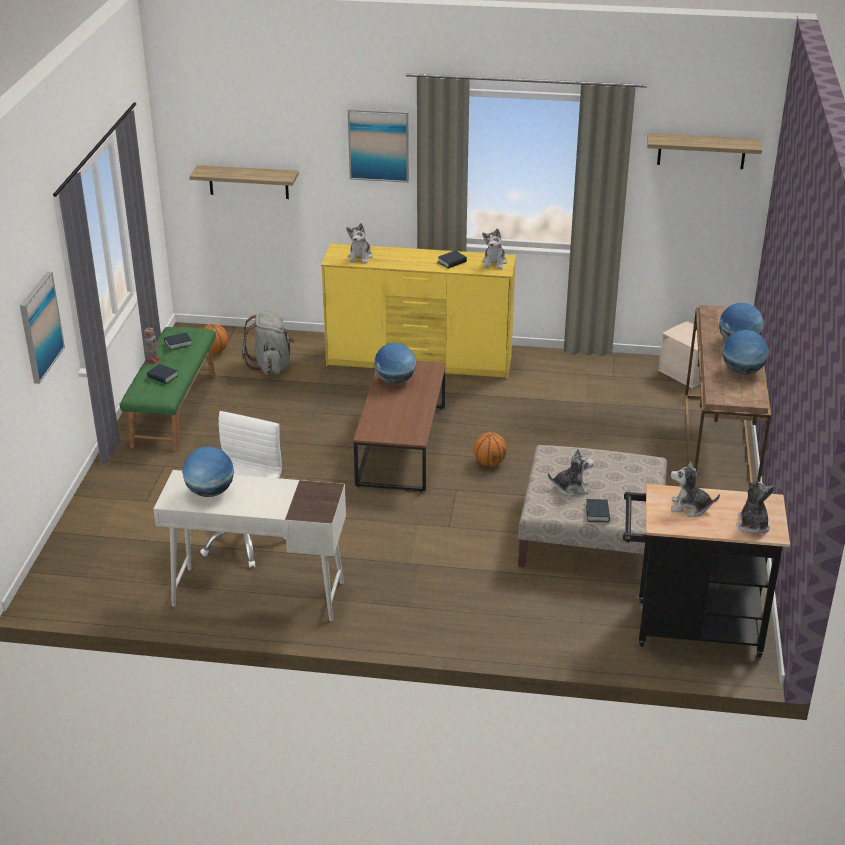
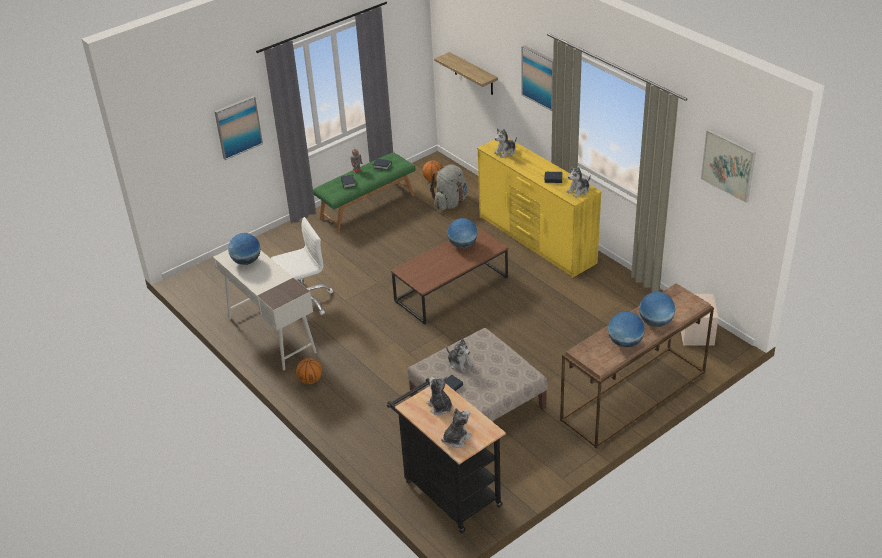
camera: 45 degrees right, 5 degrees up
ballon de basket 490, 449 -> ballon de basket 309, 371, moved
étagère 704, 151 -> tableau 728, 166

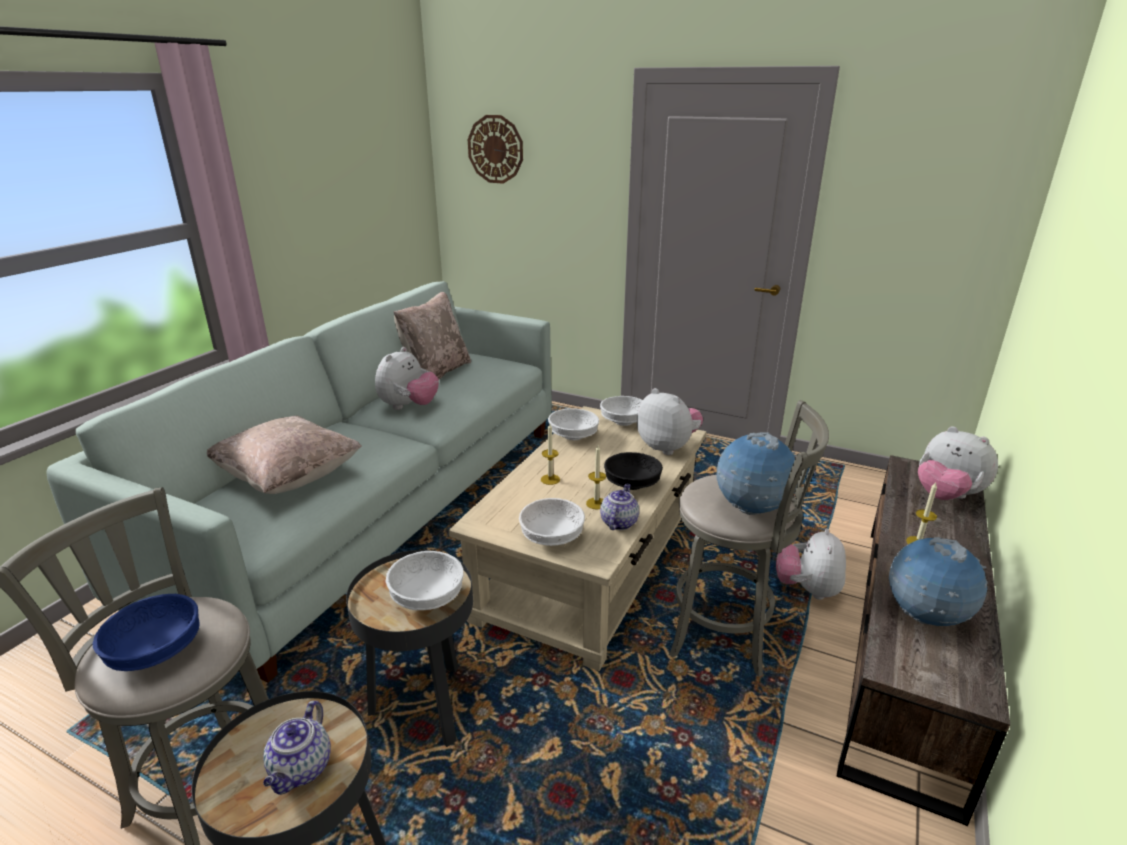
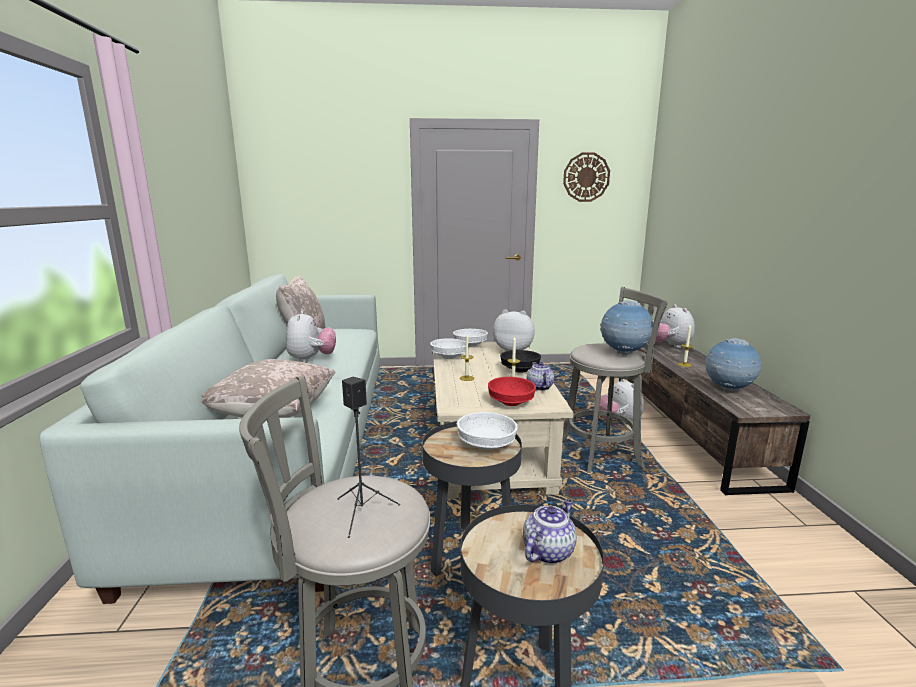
camera: 30 degrees left, 10 degrees down
bol [bleu] 146, 632 -> enceinte [noir] 368, 457
bol [blanc] 552, 522 -> bol [rouge] 512, 391
théière 297, 748 -> théière 550, 531, 120 degrees counterclockwise
horloge murale 495, 149 -> horloge murale 586, 177, moved
peluche 958, 463 -> peluche 674, 326, 60 degrees clockwise

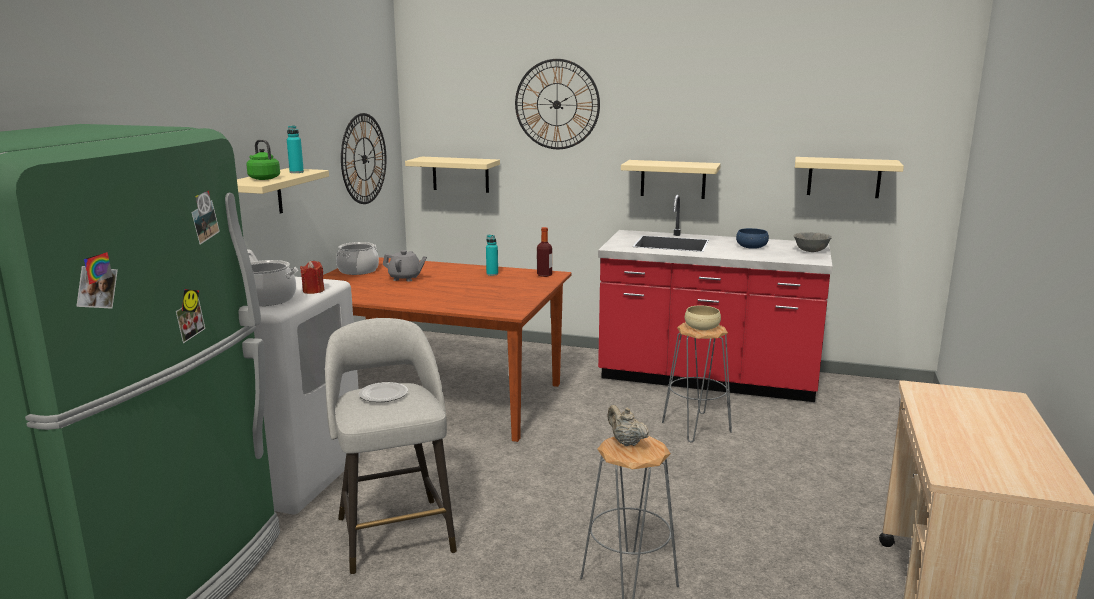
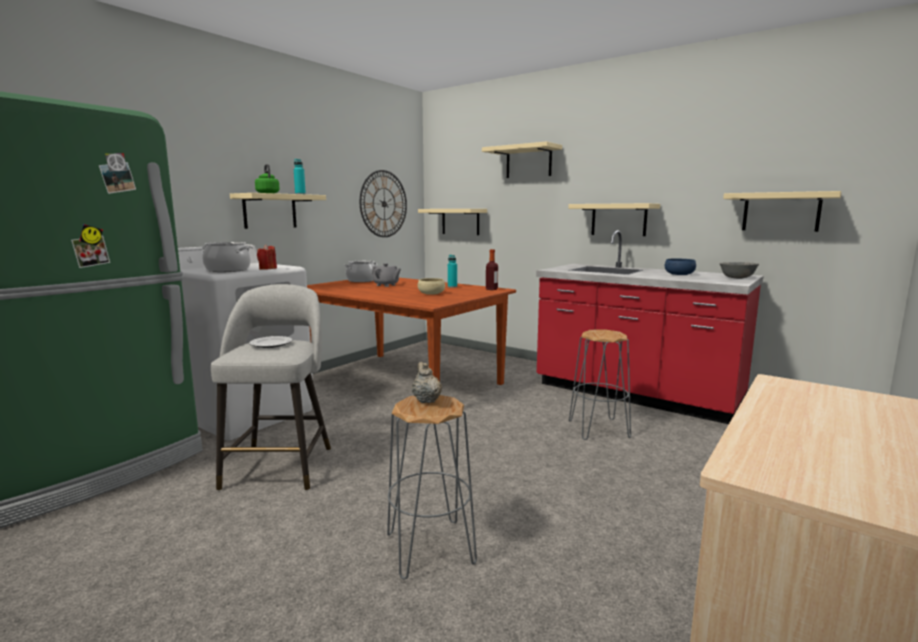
camera: 20 degrees right, 5 degrees down
bol [beige] 703, 318 -> bol [beige] 431, 286, moved
horloge murale 557, 104 -> étagère [beige] 522, 159

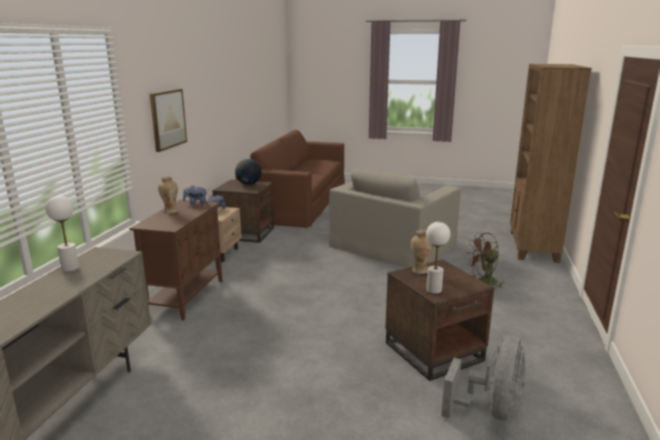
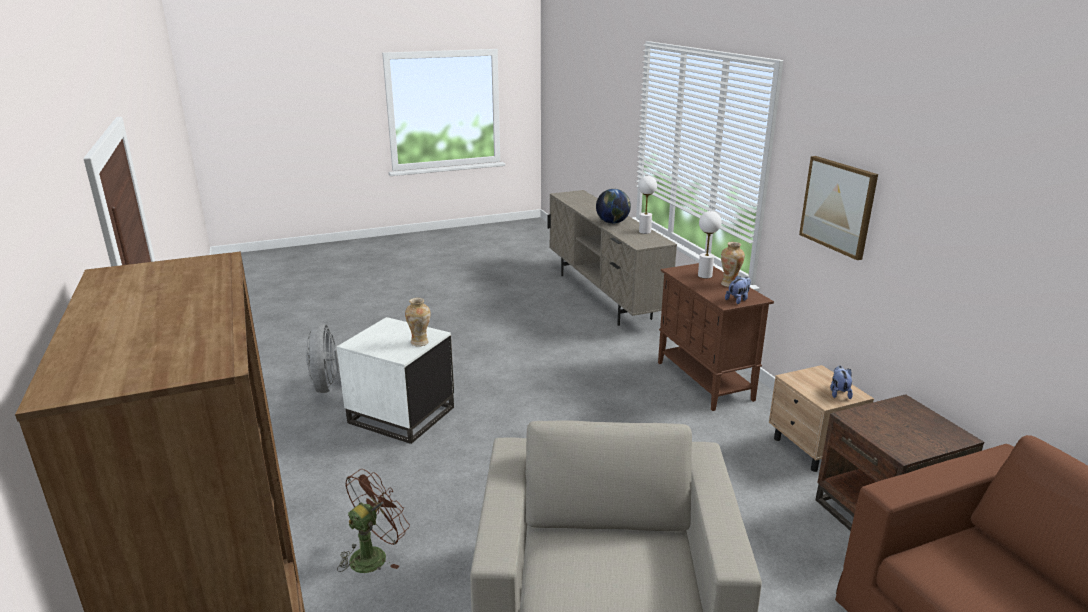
camera: 145 degrees right, 5 degrees up
table d'appoint [marron] 439, 320 -> table d'appoint [blanc] 395, 380
globe 248, 172 -> globe 613, 206, moved
lampe de table [blanc] 438, 258 -> lampe de table [blanc] 709, 244, moved

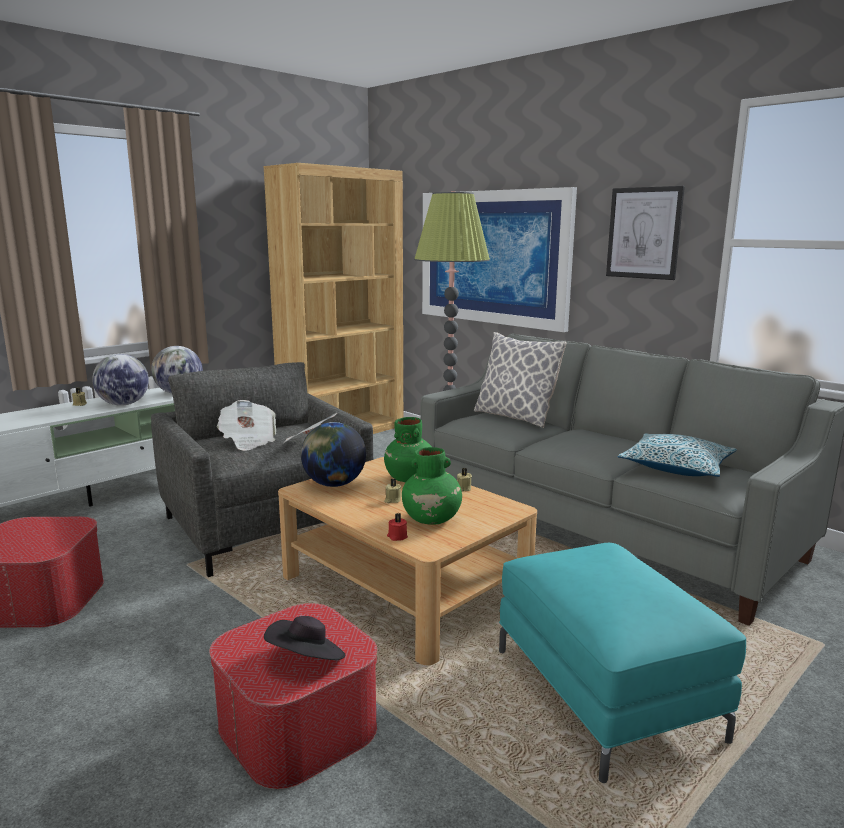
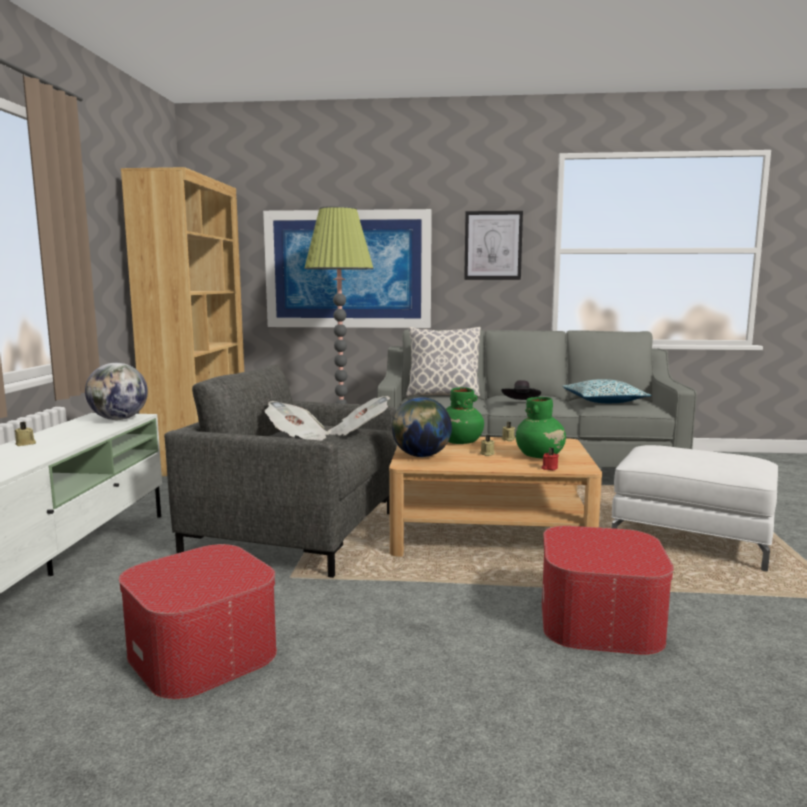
camera: 40 degrees left, 5 degrees down
chapeau [noir] 304, 638 -> chapeau [noir] 521, 390, moved
pouf [turquoise] 622, 663 -> pouf [blanc] 694, 508
globe 120, 380 -> none

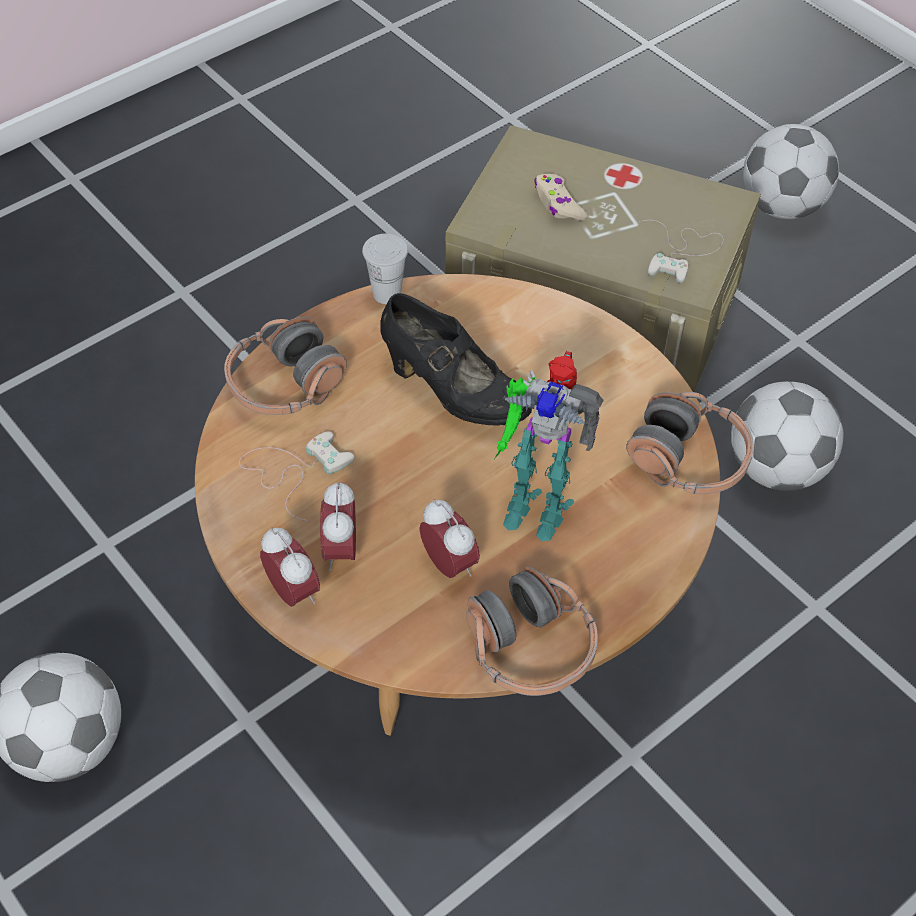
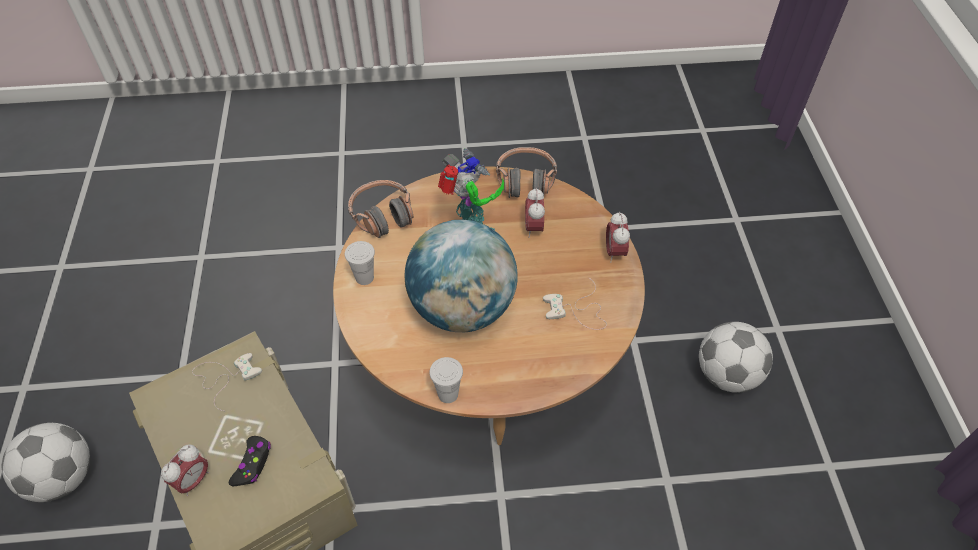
camera: 145 degrees left, 0 degrees up
réveil 338, 526 -> réveil 185, 470, moved
manette [beige] 560, 197 -> manette [noir] 250, 461
none -> tasse [blanc] 360, 263
chaussure [noir] 456, 359 -> globe 461, 276
casque audio 285, 366 -> none
ballon de foot 787, 436 -> none

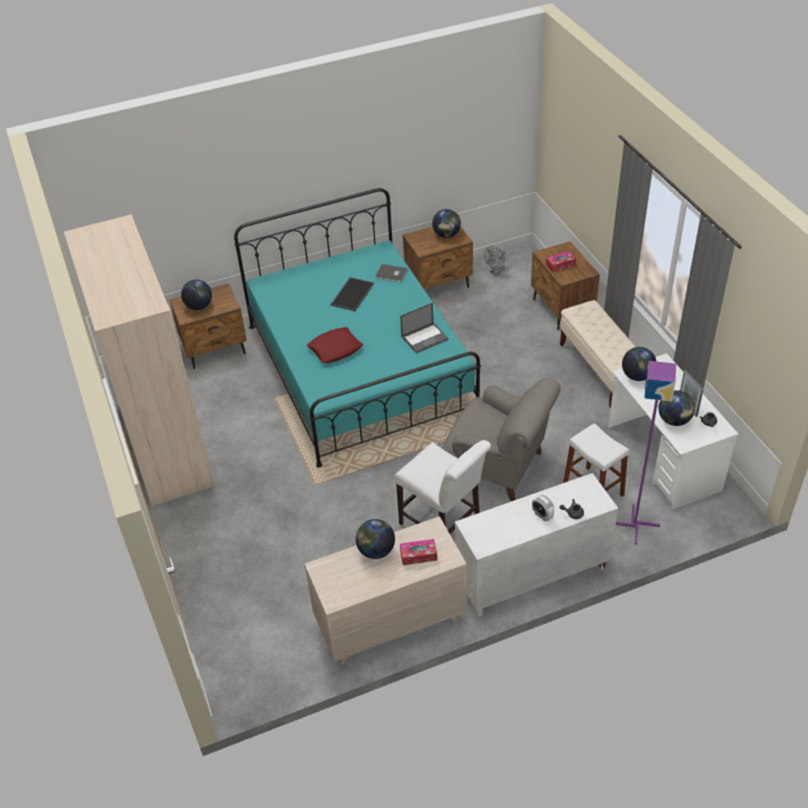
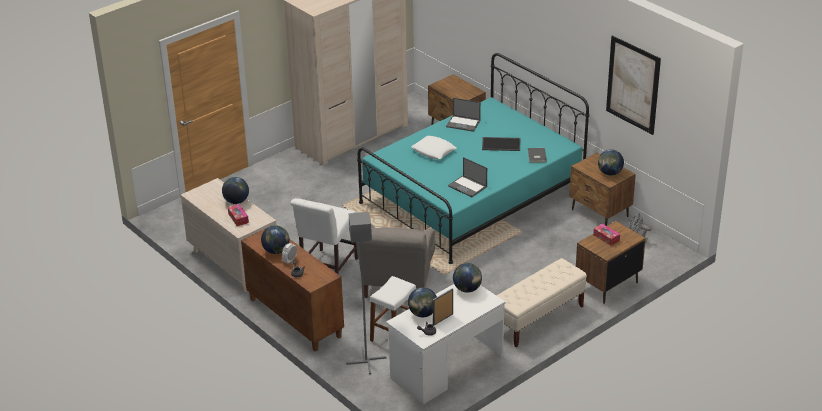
camera: 70 degrees right, 10 degrees down
meuble de rangement [blanc] 536, 545 -> meuble de rangement [marron] 292, 290
globe 196, 294 -> globe 275, 240, moved
lampadaire [violet] 646, 452 -> lampadaire [gris] 366, 293
coussin [rouge] 335, 345 -> coussin [blanc] 433, 147
none -> ordinateur portable 463, 115
none -> tableau 633, 85

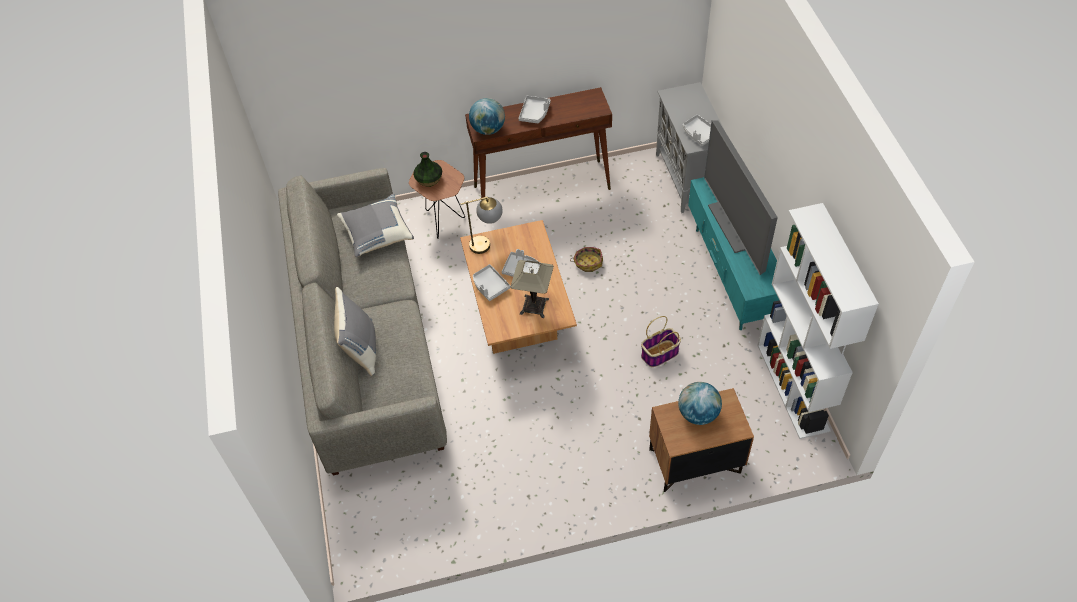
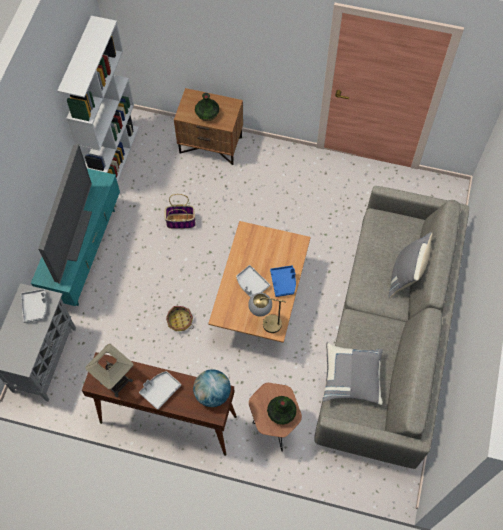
camera: 155 degrees left, 10 degrees up
lampe de table 532, 289 -> lampe de table 109, 371, moved
globe 700, 403 -> vase 207, 107
plateau [gris] 492, 282 -> plateau [bleu] 283, 281

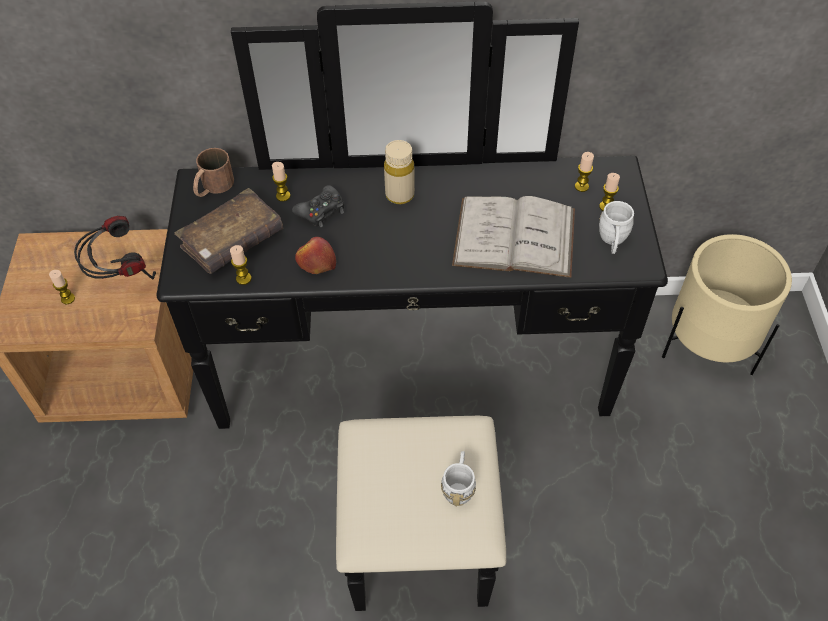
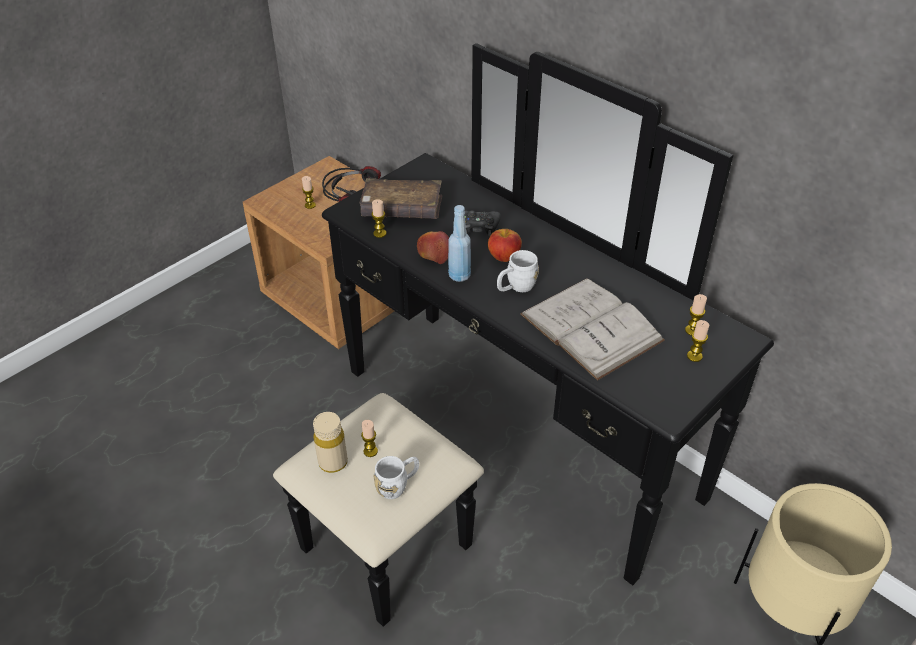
camera: 45 degrees right, 10 degrees down
bouteille [beige] 399, 172 -> bouteille [beige] 330, 442, moved
bougie 281, 181 -> bougie 369, 438, moved
none -> bouteille [bleu] 459, 243
none -> pomme 505, 245
mug [blanc] 616, 227 -> mug [blanc] 518, 271, moved
mug [marron] 213, 172 -> none

